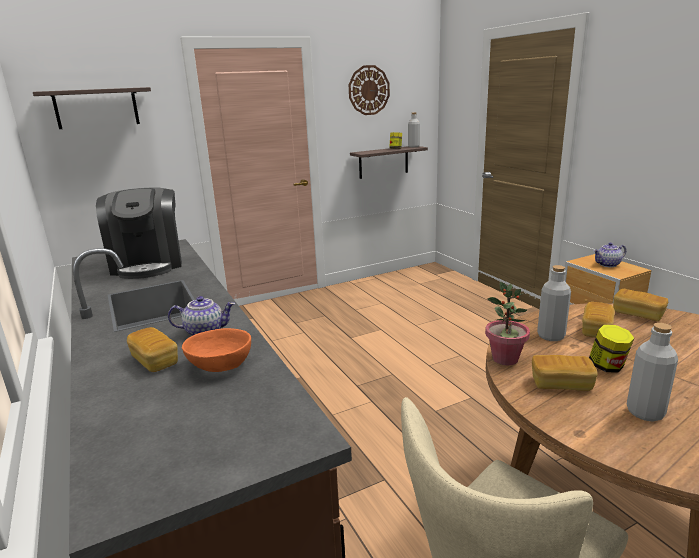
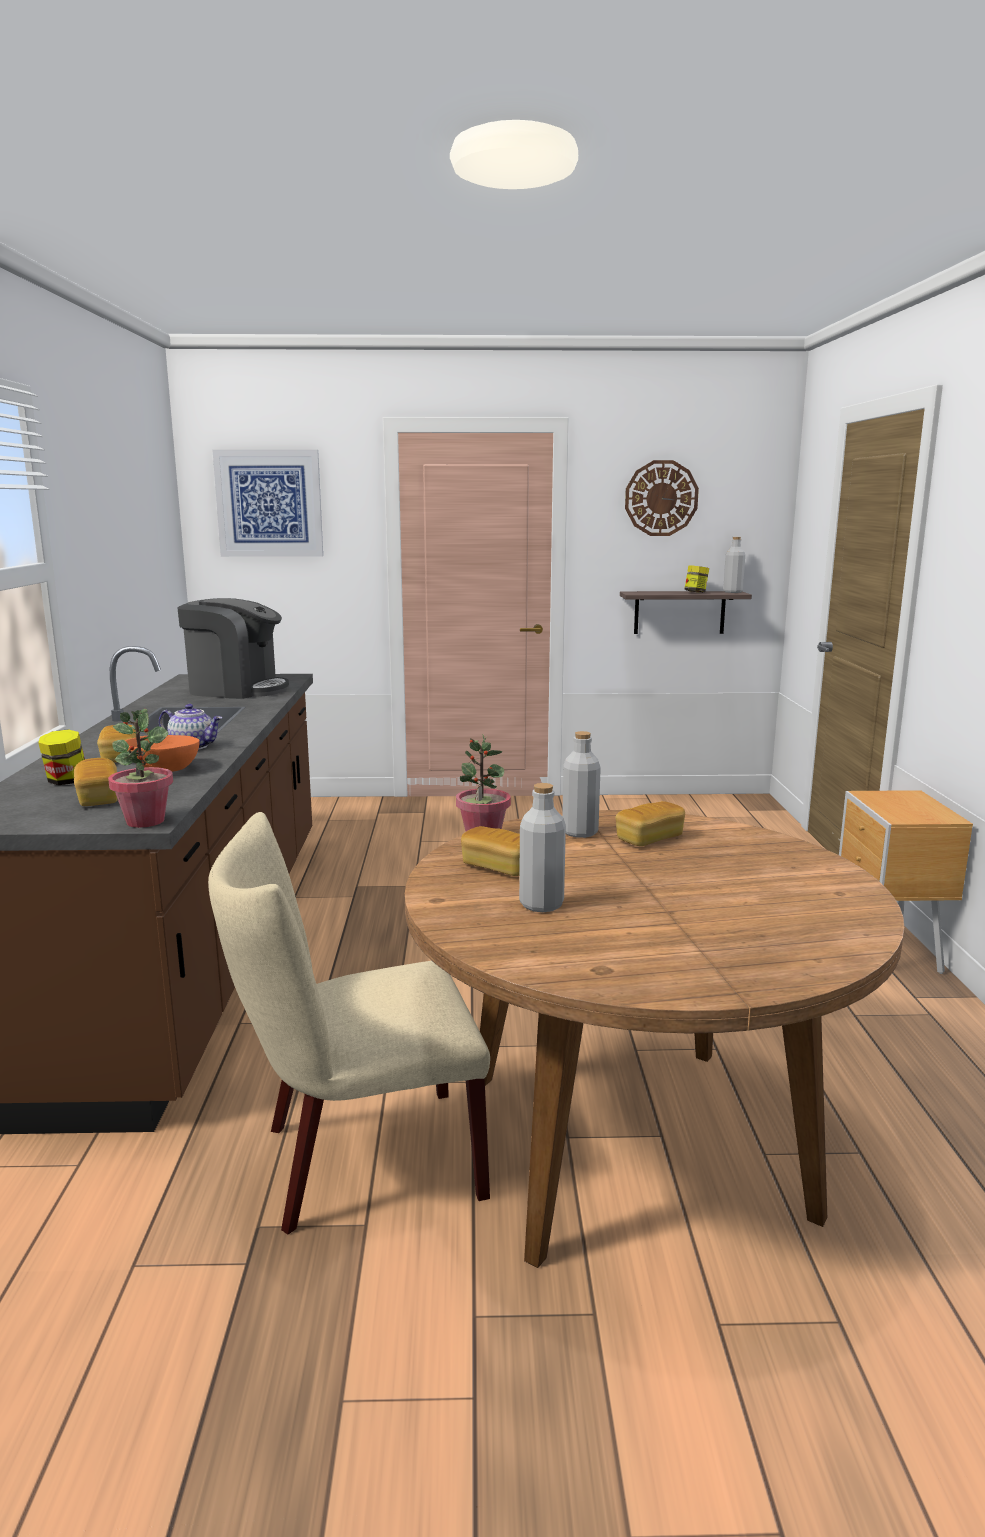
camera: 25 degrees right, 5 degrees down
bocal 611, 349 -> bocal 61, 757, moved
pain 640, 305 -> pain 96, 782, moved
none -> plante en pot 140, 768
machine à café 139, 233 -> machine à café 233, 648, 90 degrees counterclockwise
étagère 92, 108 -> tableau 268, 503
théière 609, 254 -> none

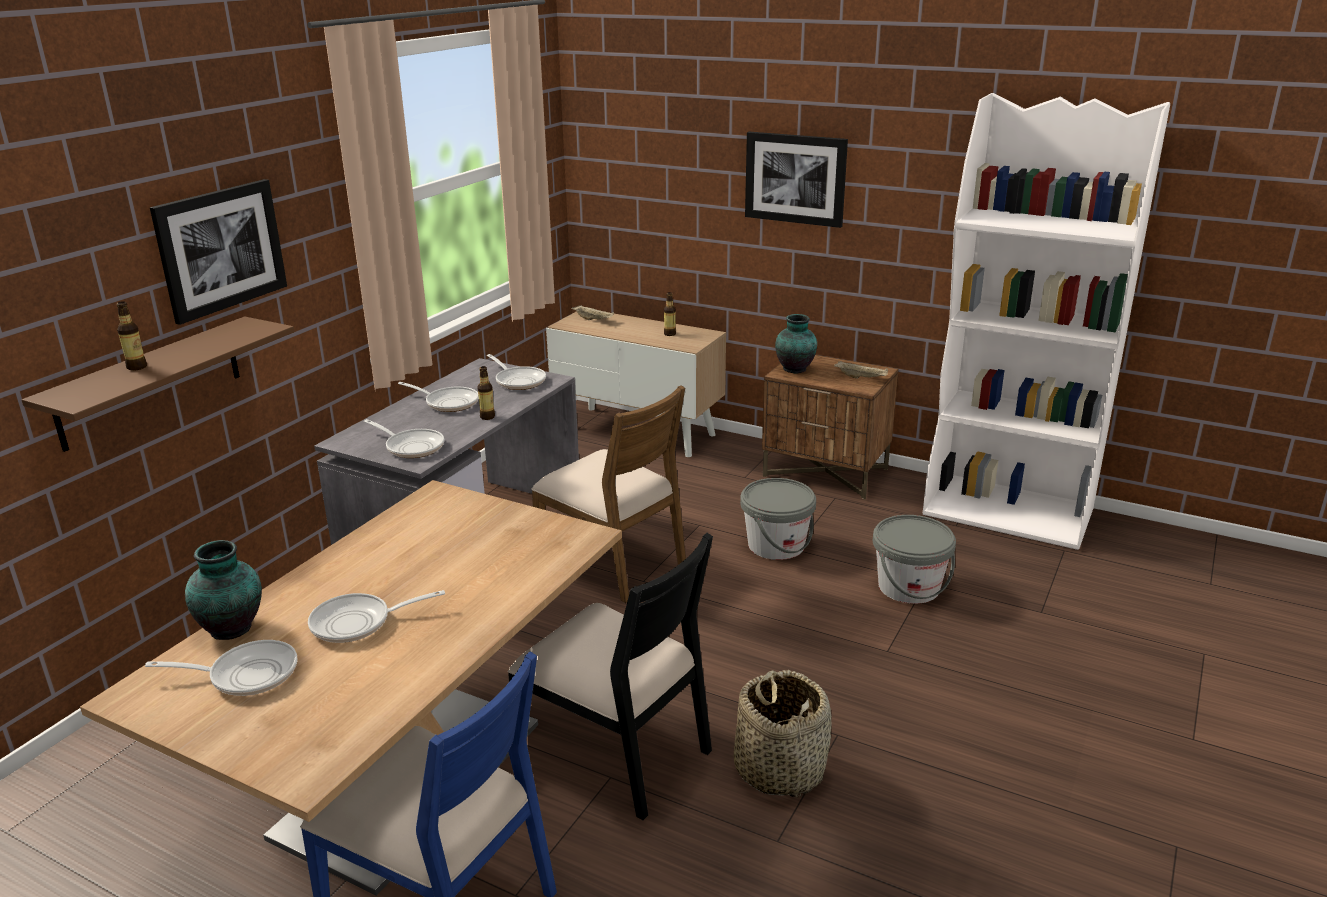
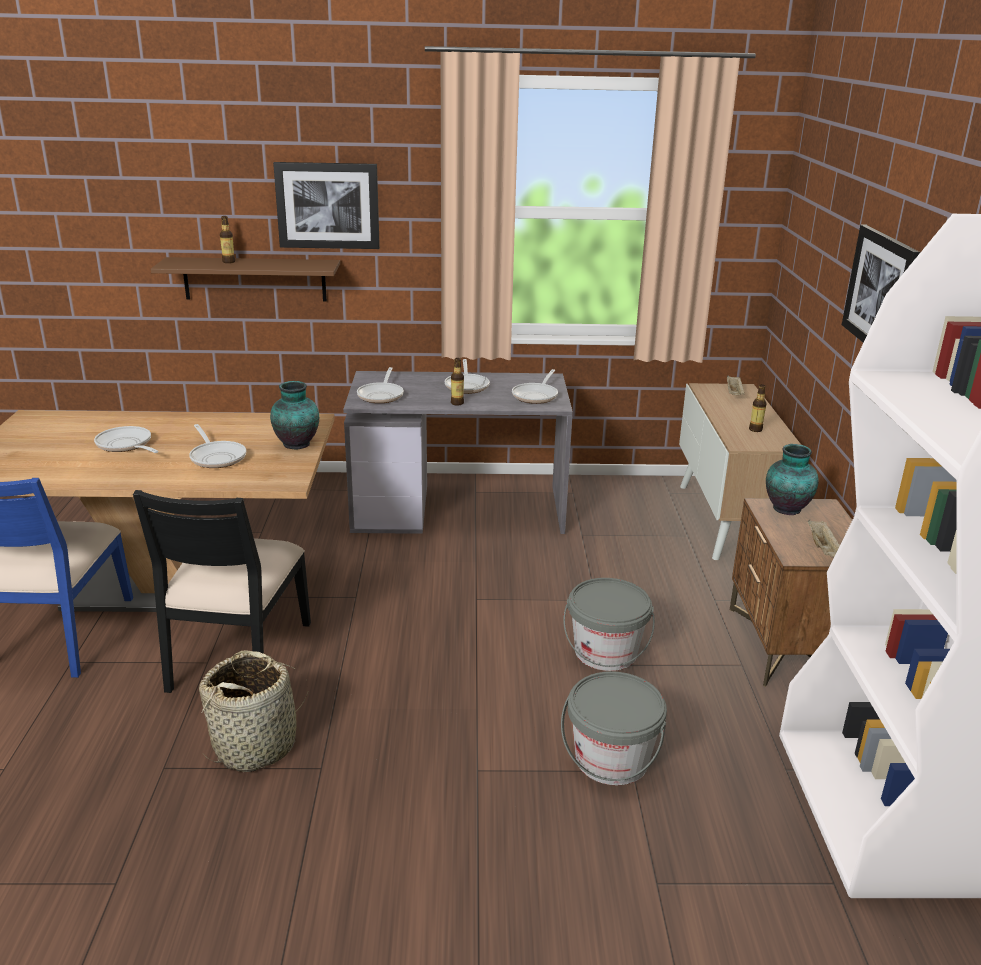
camera: 60 degrees right, 0 degrees up
poêle 221, 668 -> poêle 217, 446, moved
vase 223, 590 -> vase 294, 415, moved
chaise [marron] 608, 494 -> none

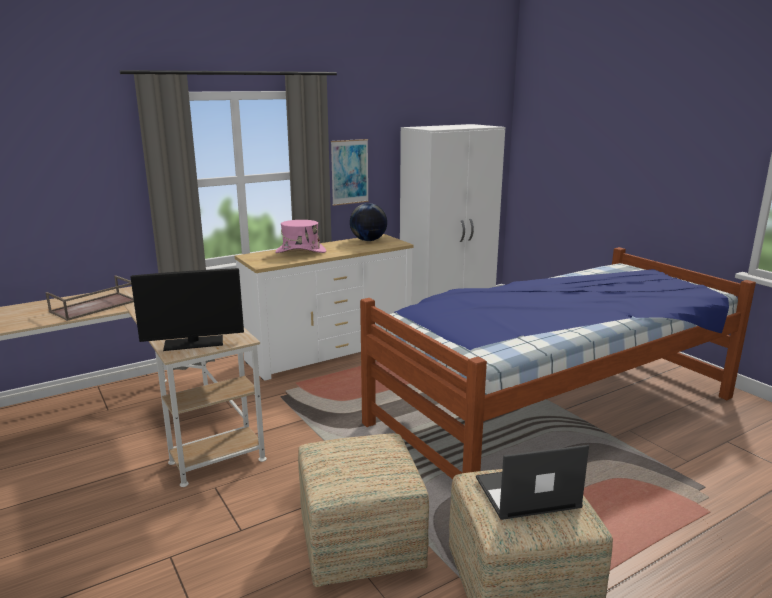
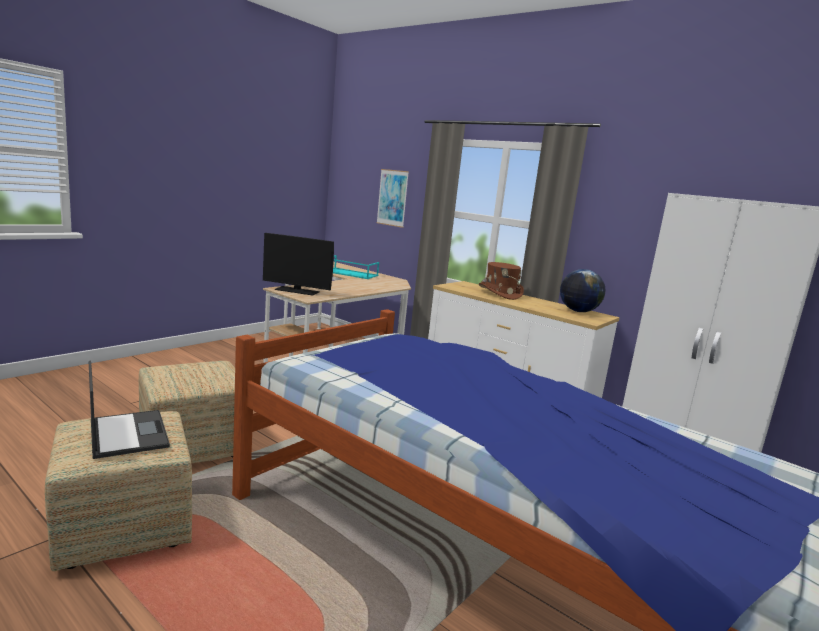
camera: 70 degrees right, 5 degrees down
écran d'ordinateur 187, 309 -> écran d'ordinateur 298, 264, 45 degrees counterclockwise
plateau [marron] 89, 298 -> plateau [turquoise] 356, 267
tableau 350, 172 -> tableau 392, 198, moved
chapeau [rose] 300, 236 -> chapeau [marron] 501, 281

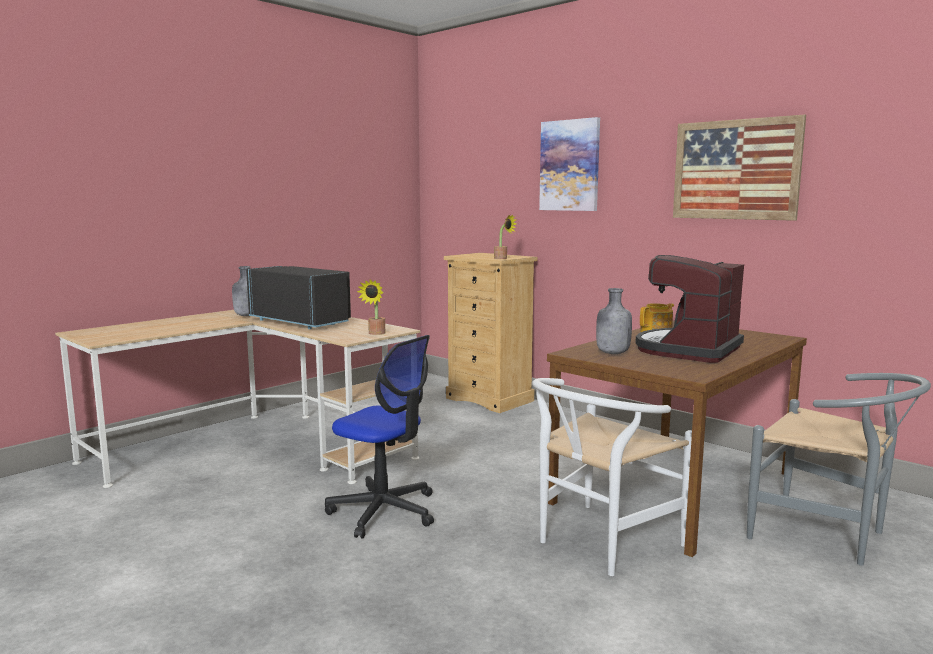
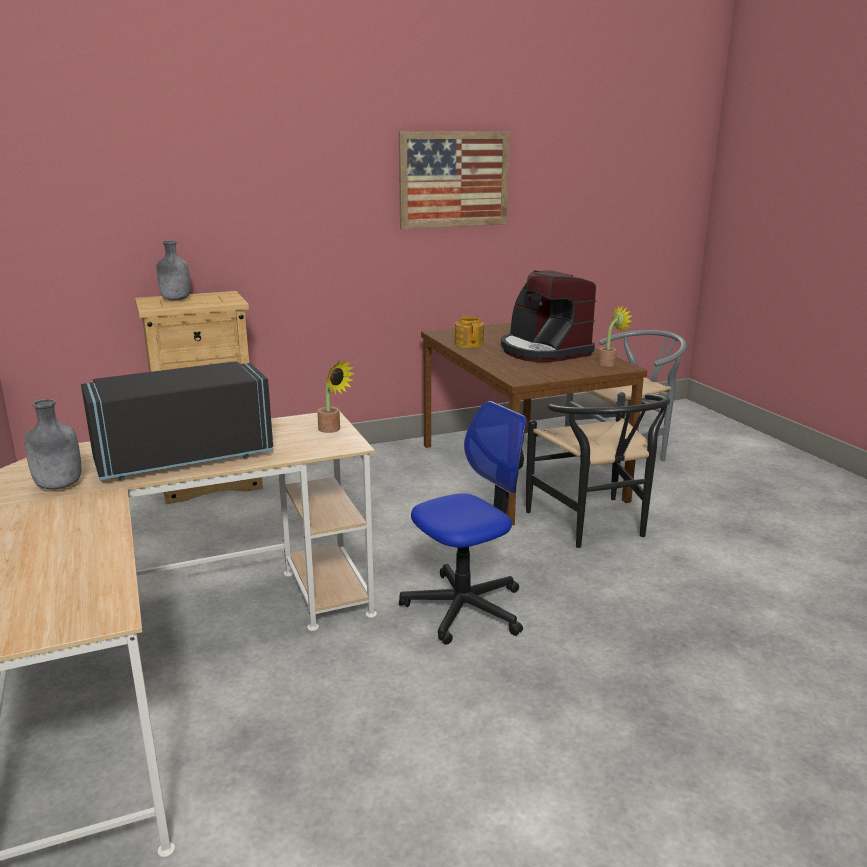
camera: 65 degrees left, 10 degrees up
bouteille [gris] 614, 321 -> bouteille [gris] 174, 271, moved
chaise [blanc] 612, 477 -> chaise [noir] 598, 470
plante en pot 505, 236 -> plante en pot 615, 336, moved
tableau 569, 164 -> none

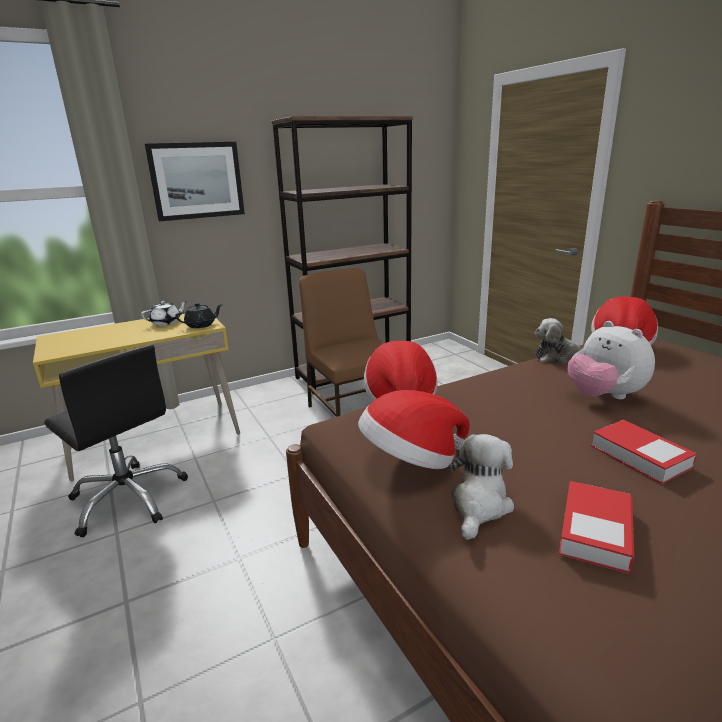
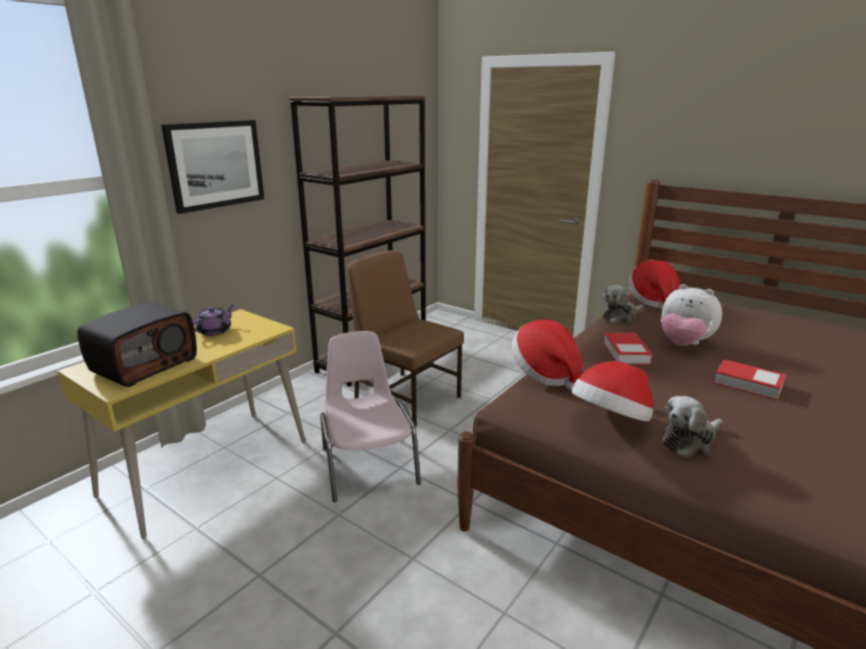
camera: 25 degrees left, 0 degrees up
none -> radio 137, 344
théière [blanc] 164, 313 -> théière [violet] 213, 320
none -> chaise [rose] 370, 416
livre 596, 527 -> livre 628, 349, moved
peluche 481, 487 -> peluche 692, 426, 120 degrees counterclockwise
chaise de bureau [noir] 116, 441 -> none
théière [noir] 199, 315 -> none

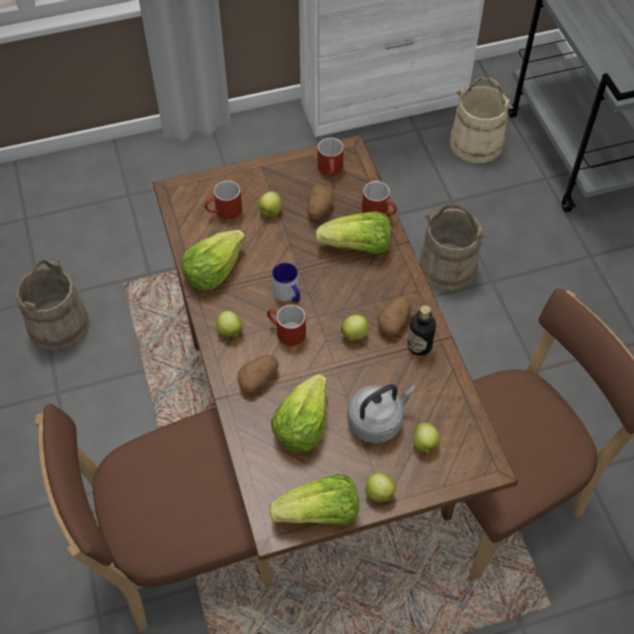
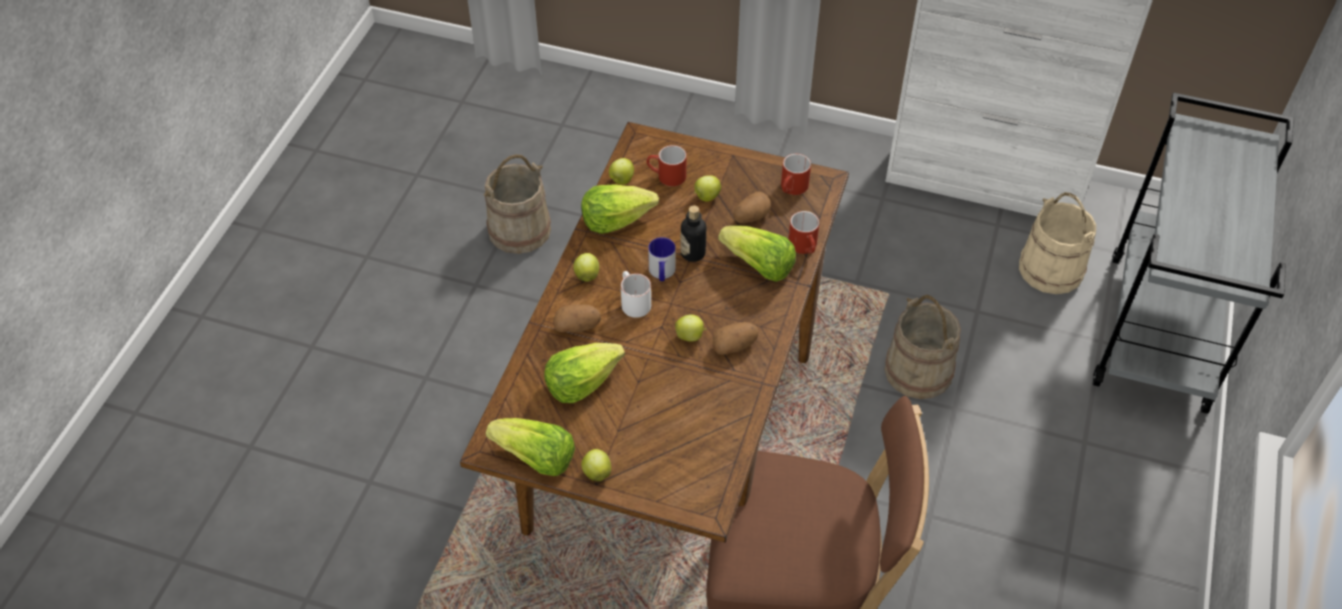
camera: 35 degrees right, 5 degrees down
pomme 426, 437 -> pomme 621, 171, moved
mug [rouge] 286, 325 -> mug [blanc] 636, 294
bouteille 421, 330 -> bouteille 693, 233, moved
chaise [marron] 154, 517 -> none
bouilloire [gris] 381, 413 -> none

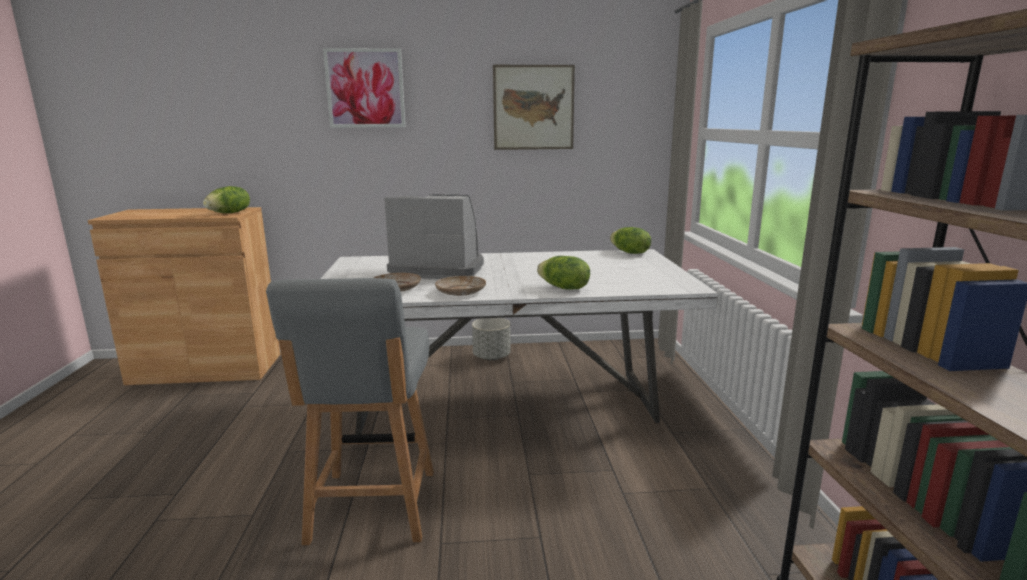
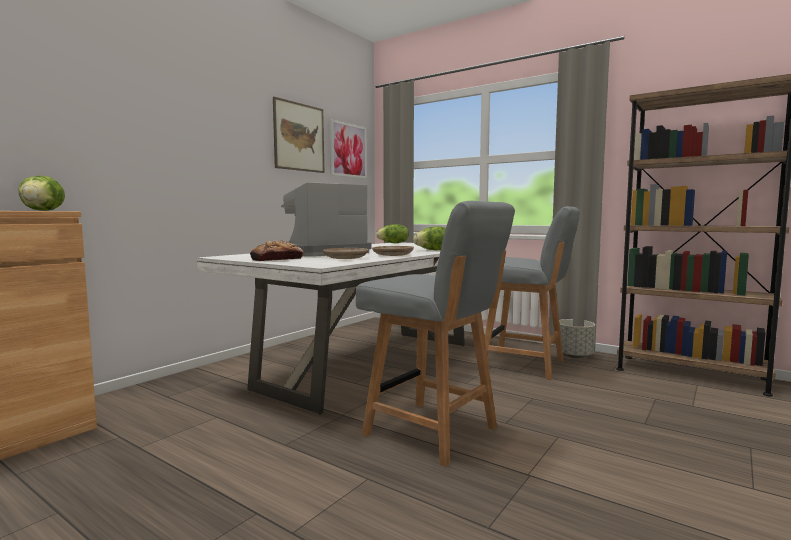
camera: 50 degrees left, 10 degrees down
none -> pain 277, 250
tableau 364, 88 -> tableau 348, 149, moved
none -> chaise [gris] 532, 293
cache-pot [gris] 491, 339 -> cache-pot [gris] 577, 338, moved

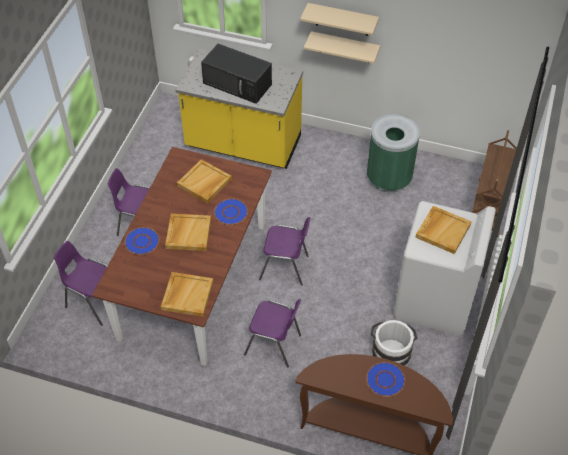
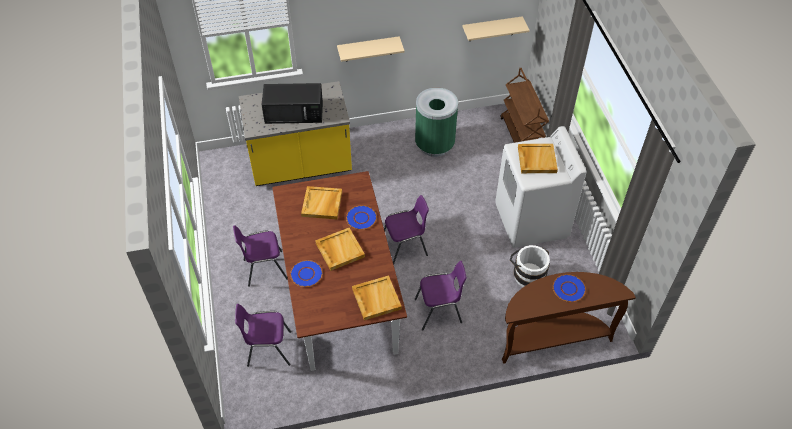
camera: 30 degrees left, 0 degrees up
étagère [beige] 339, 19 -> étagère [beige] 496, 28, moved

